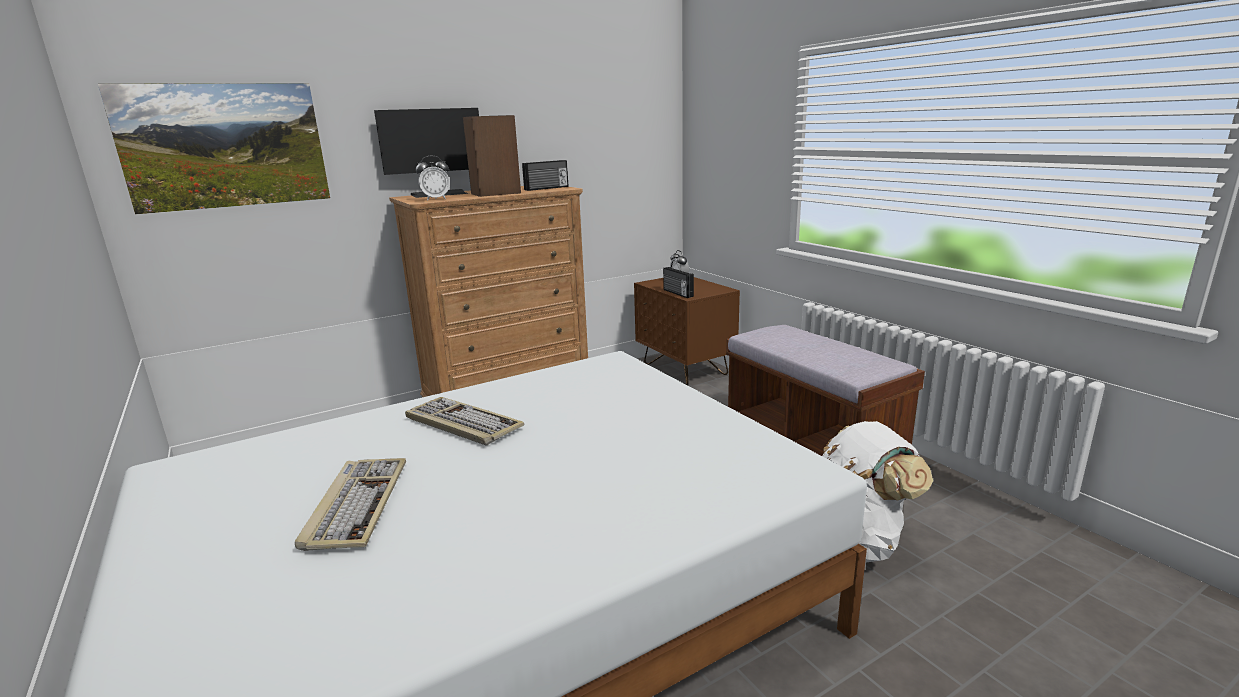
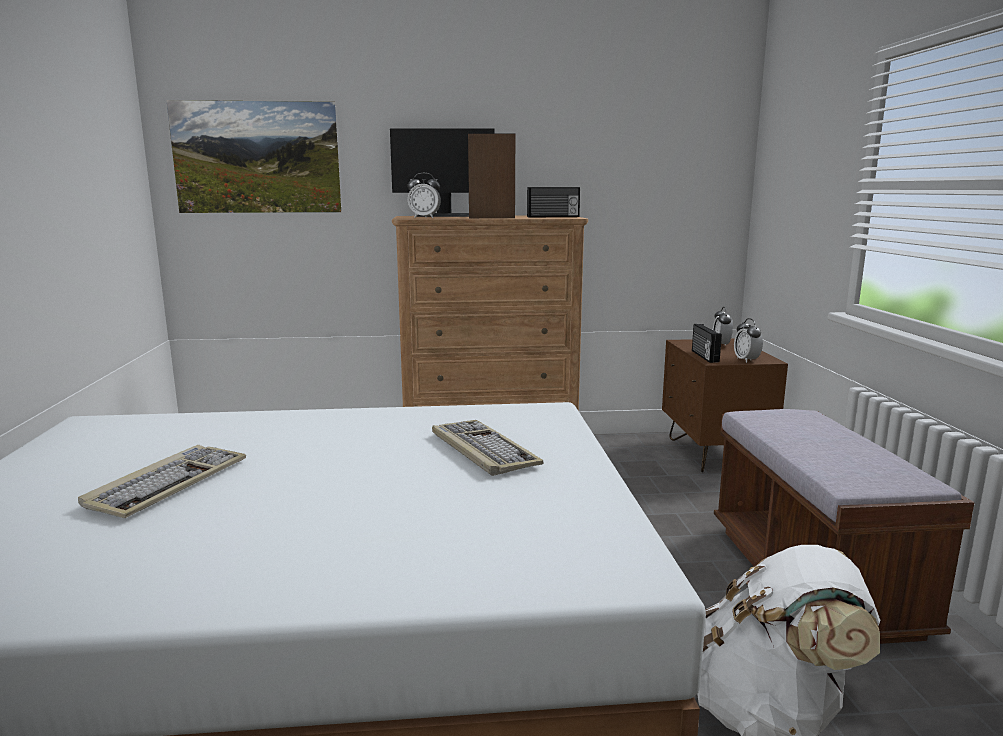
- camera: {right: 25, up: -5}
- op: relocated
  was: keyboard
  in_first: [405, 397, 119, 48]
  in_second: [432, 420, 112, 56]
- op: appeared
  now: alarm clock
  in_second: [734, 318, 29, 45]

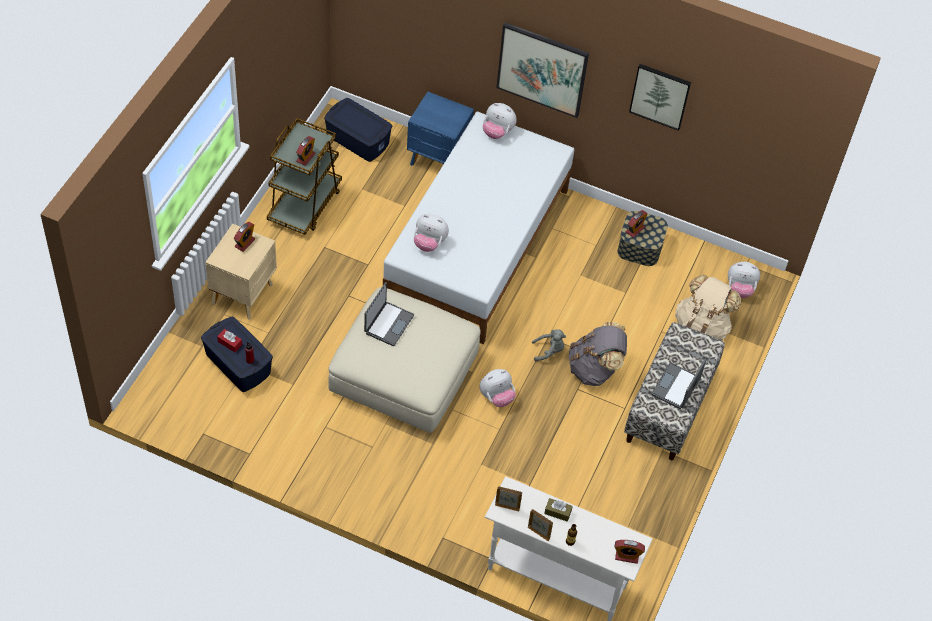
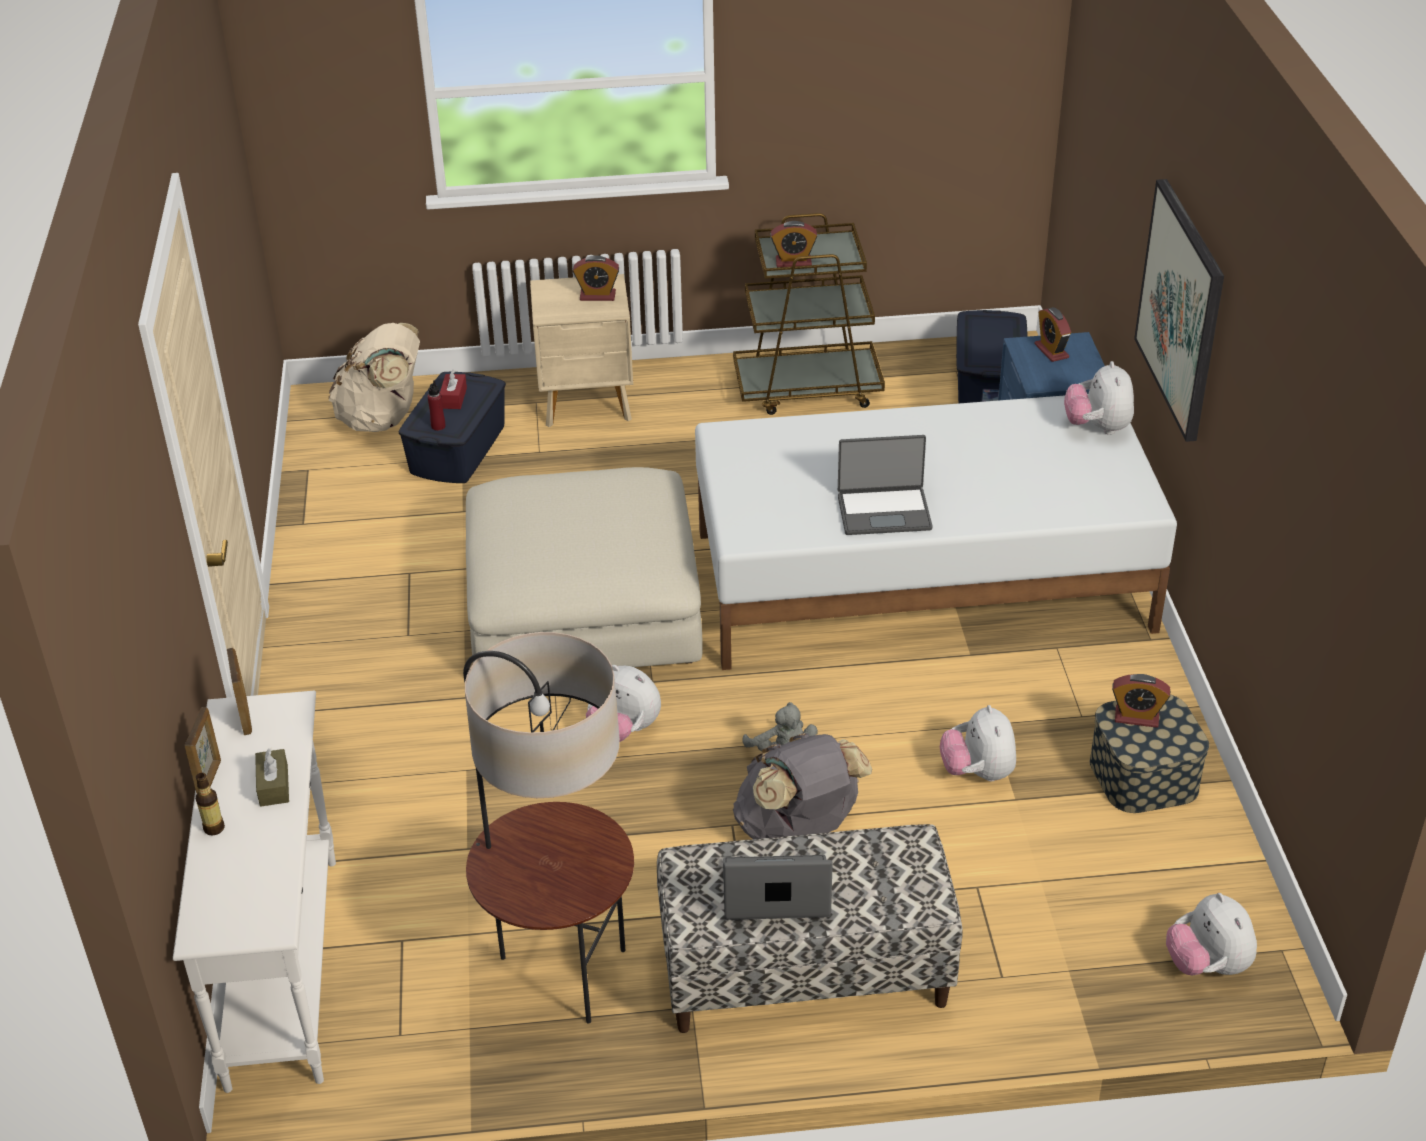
- camera: {right: 65, up: -15}
- op: relocated
  was: backpack (beige)
  in_first: [675, 275, 66, 66]
  in_second: [328, 323, 92, 109]
- op: appeared
  now: floor lamp
  in_second: [463, 632, 171, 392]
- op: relocated
  was: laptop
  in_first: [364, 282, 50, 64]
  in_second: [838, 435, 95, 100]
- op: relocated
  was: plush toy
  in_first: [414, 214, 35, 38]
  in_second: [940, 705, 76, 76]
- op: relocated
  was: alarm clock
  in_first: [615, 540, 30, 24]
  in_second: [1035, 307, 36, 55]
- op: missing
  was: picture
  in_first: [629, 64, 62, 67]

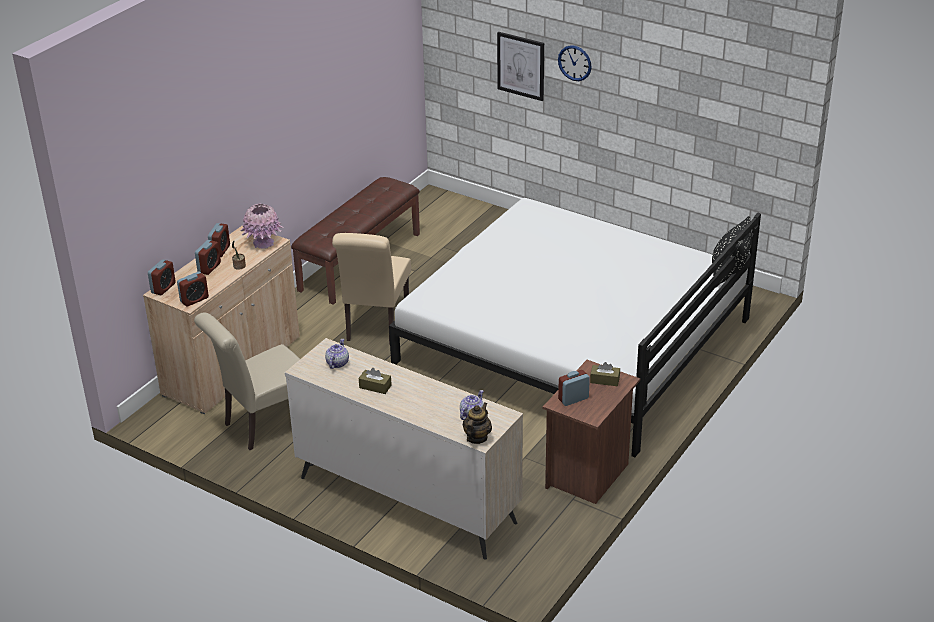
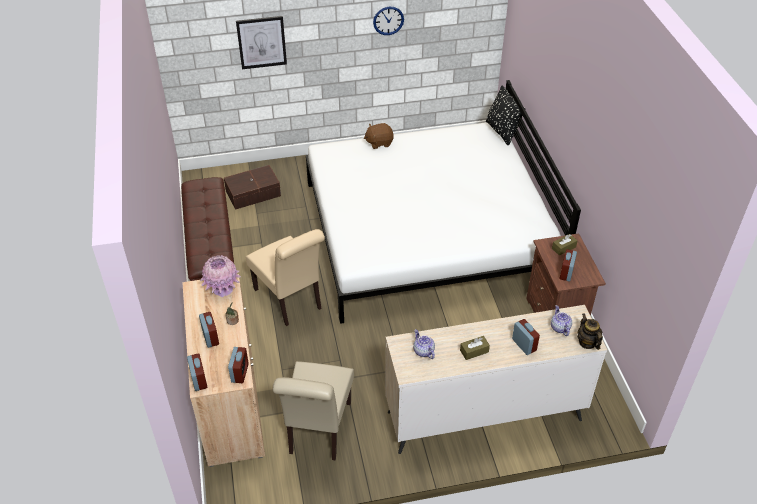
- camera: {right: -45, up: 10}
- op: appeared
  now: storage box (brown)
  in_second: [224, 165, 57, 45]
- op: appeared
  now: plush toy (brown)
  in_second: [364, 123, 30, 26]
- op: relocated
  was: wall clock
  in_first: [558, 45, 34, 36]
  in_second: [373, 7, 31, 28]
- op: relocated
  was: alarm clock
  in_first: [208, 223, 22, 34]
  in_second: [512, 319, 28, 36]

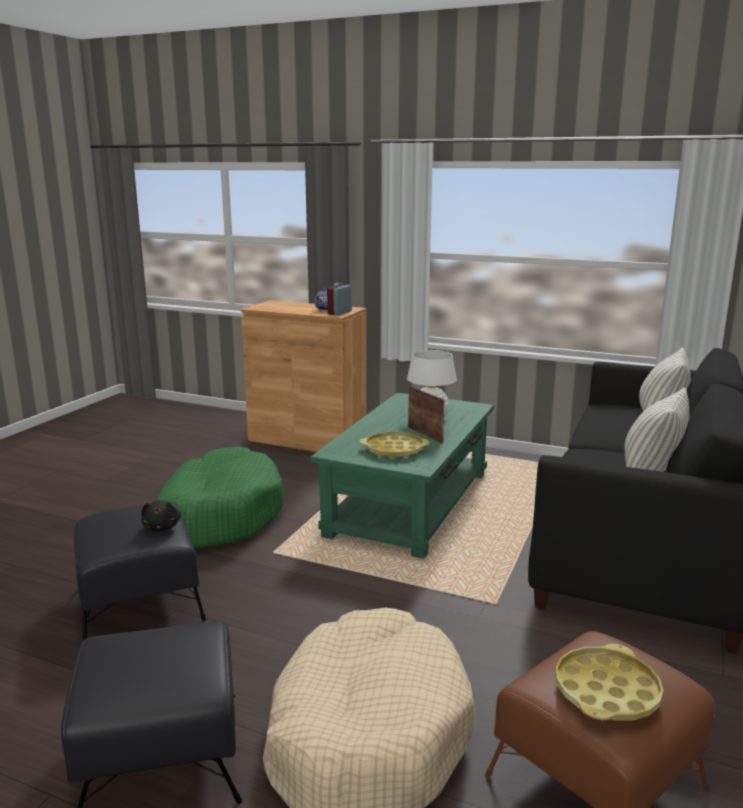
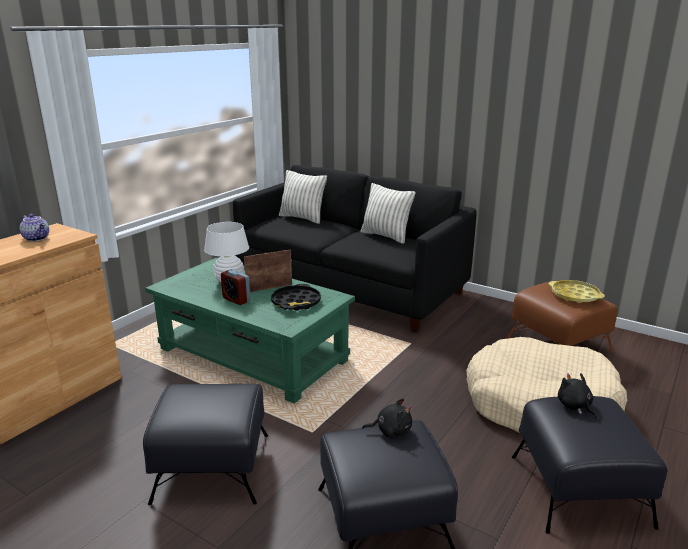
- camera: {right: -80, up: 5}
- op: exchanged
  was: dog bed (green)
  now: ottoman (black)
  in_first: [156, 446, 128, 102]
  in_second: [143, 384, 125, 121]
- op: relocated
  was: alarm clock
  in_first: [327, 283, 25, 32]
  in_second: [221, 269, 30, 36]
- op: colour
  was: tray (yellow)
  now: tray (black)
  in_first: [360, 431, 70, 27]
  in_second: [271, 284, 50, 27]
- op: appeared
  now: plush toy (black)
  in_second: [558, 373, 39, 46]

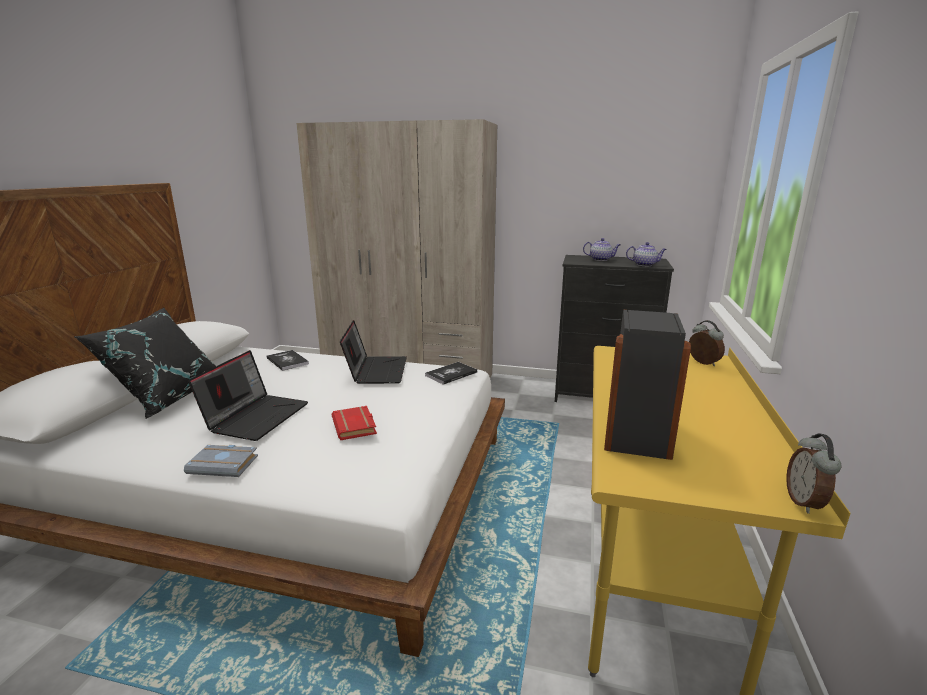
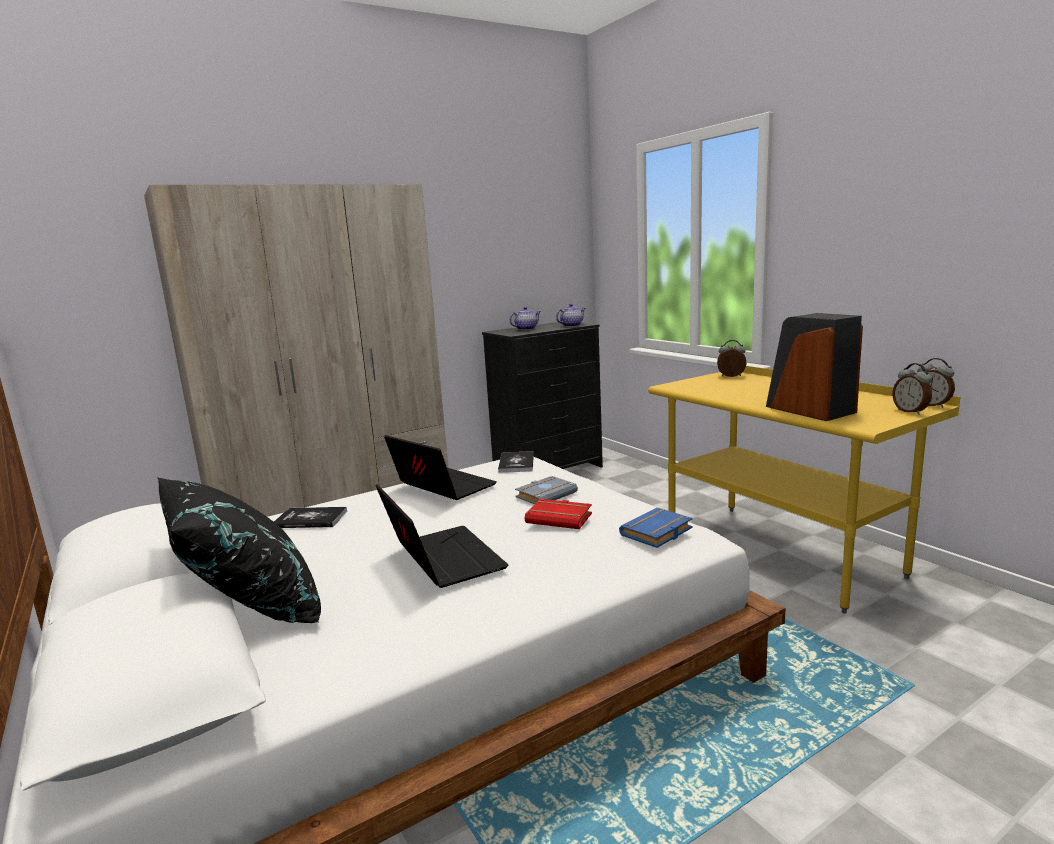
- camera: {right: -45, up: -5}
- op: relocated
  was: book (grey)
  in_first: [184, 445, 74, 32]
  in_second: [515, 476, 63, 29]
- op: appeared
  now: book (blue)
  in_second: [619, 508, 74, 40]
- op: appeared
  now: alarm clock
  in_second: [892, 363, 40, 52]

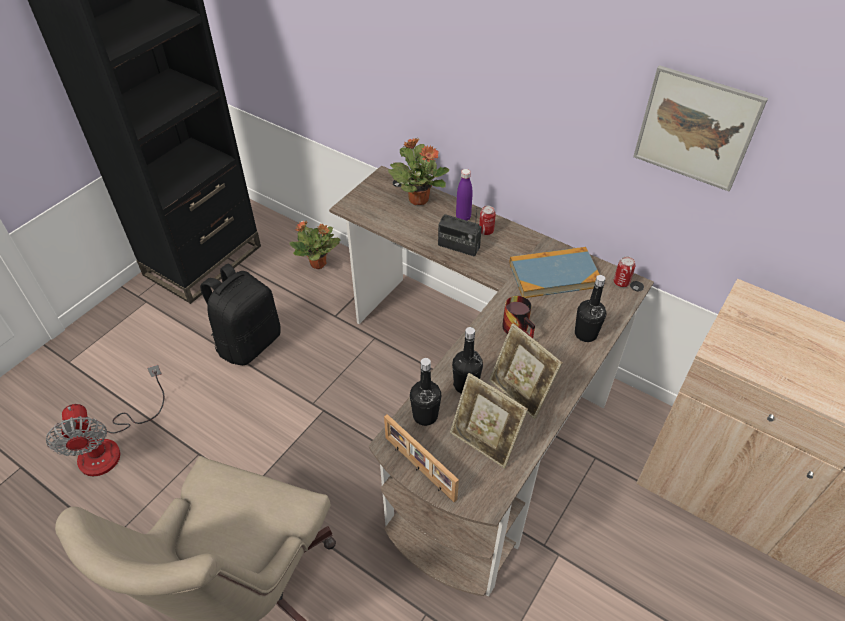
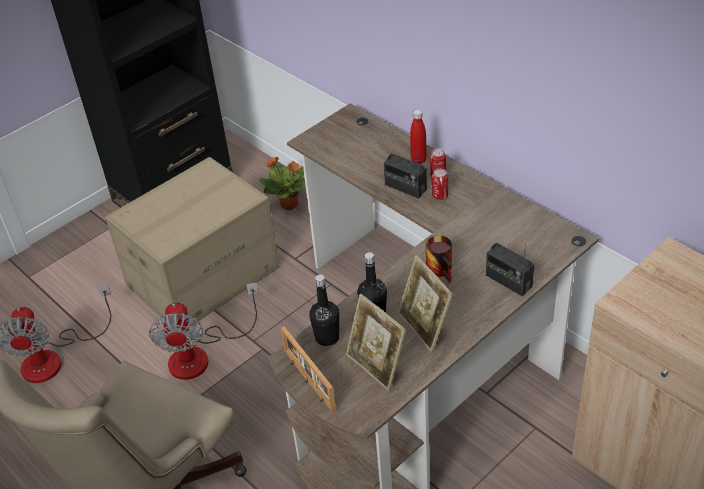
- camera: {right: 15, up: -5}
- op: exchanged
  was: backpack (black)
  now: cardboard box
  in_first: [200, 263, 81, 102]
  in_second: [105, 157, 174, 169]
- op: appeared
  now: fan
  in_second: [149, 283, 109, 97]
- op: colour
  was: bottle (purple)
  now: bottle (red)
  in_first: [456, 169, 17, 52]
  in_second: [410, 110, 17, 54]
- op: relocated
  was: can
  in_first: [614, 256, 22, 31]
  in_second: [432, 169, 16, 31]
- op: exchanged
  was: bottle (black)
  now: radio
  in_first: [575, 275, 31, 67]
  in_second: [486, 243, 48, 53]
- op: missing
  was: potted plant
  in_first: [388, 138, 61, 67]
- op: missing
  was: book
  in_first: [509, 247, 91, 51]
- op: missing
  was: picture
  in_first: [633, 65, 135, 126]

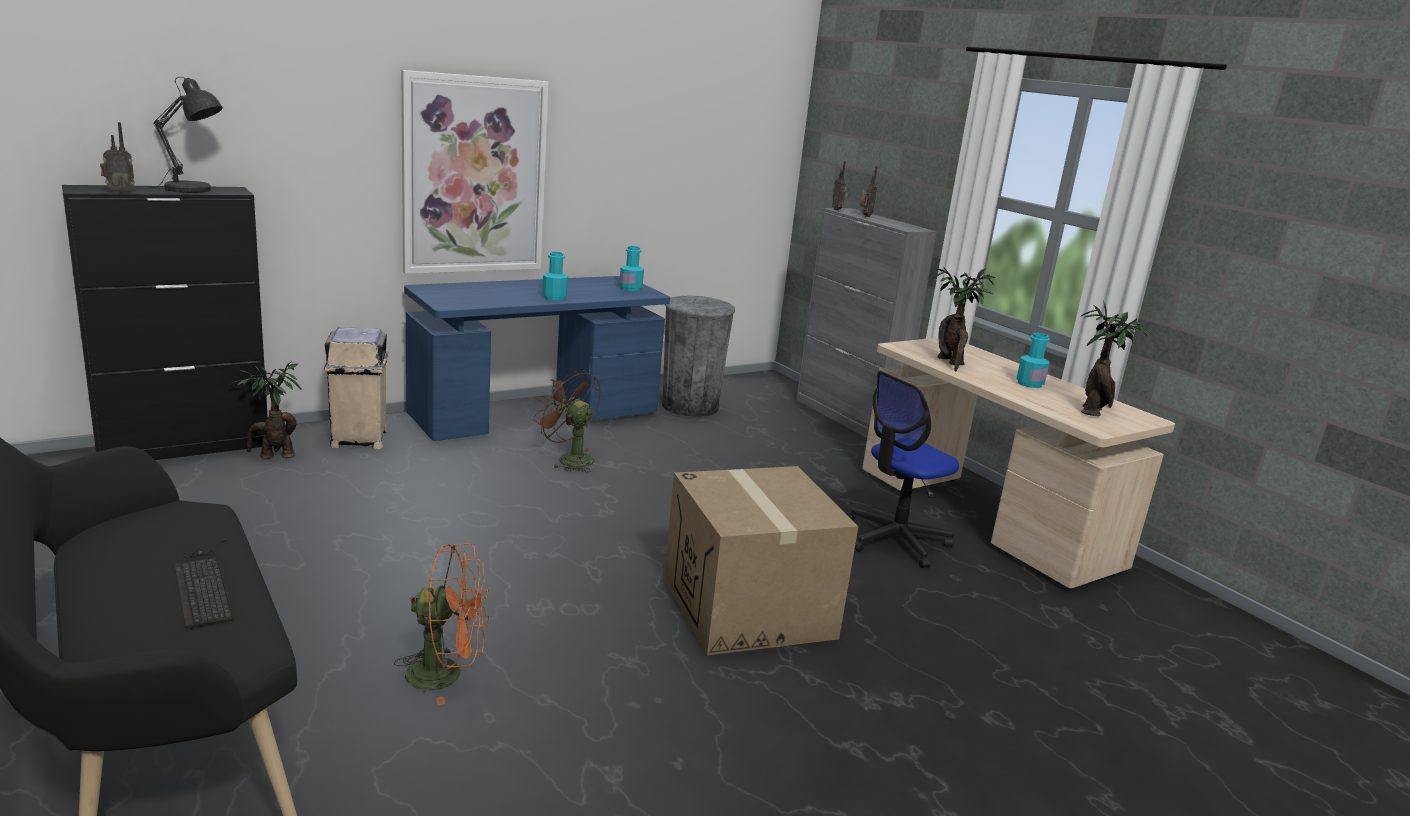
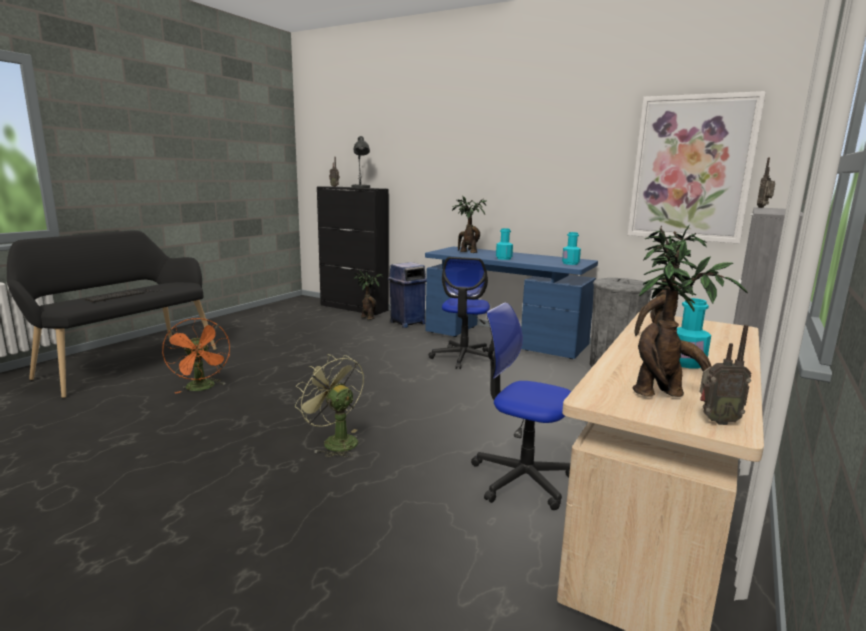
- camera: {right: 65, up: -5}
- op: exchanged
  was: cardboard box
  now: fan (green)
  in_first: [664, 466, 194, 189]
  in_second: [295, 354, 69, 103]
- op: colour
  was: trash can (beige)
  now: trash can (blue)
  in_first: [324, 327, 65, 122]
  in_second: [388, 262, 38, 66]
- op: exchanged
  was: fan (brown)
  now: office chair
  in_first: [534, 369, 67, 103]
  in_second: [428, 257, 62, 112]
- op: appeared
  now: potted plant
  in_second: [452, 196, 34, 57]
- op: relocated
  was: picture
  in_first: [401, 70, 148, 204]
  in_second: [628, 91, 138, 153]
- op: relocated
  was: radio
  in_first: [860, 166, 17, 51]
  in_second: [700, 325, 52, 100]

